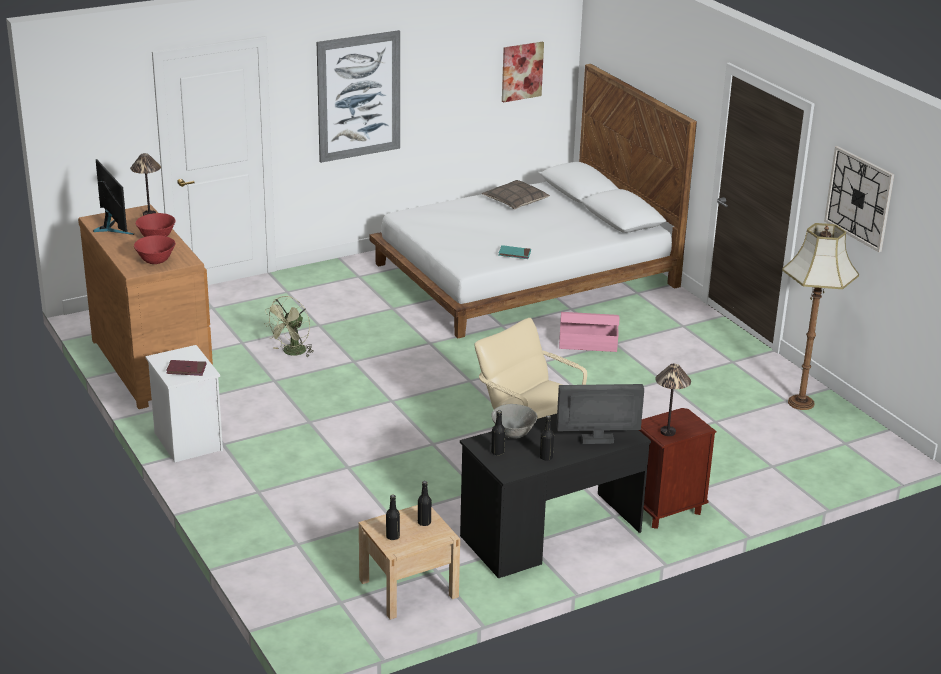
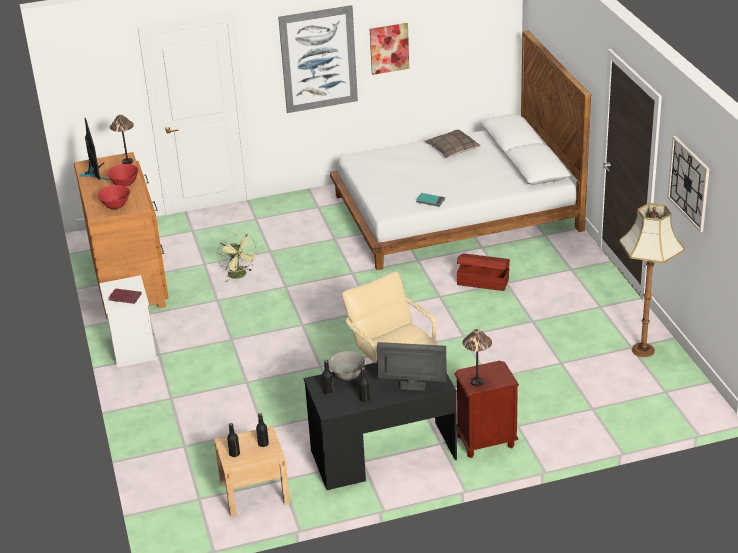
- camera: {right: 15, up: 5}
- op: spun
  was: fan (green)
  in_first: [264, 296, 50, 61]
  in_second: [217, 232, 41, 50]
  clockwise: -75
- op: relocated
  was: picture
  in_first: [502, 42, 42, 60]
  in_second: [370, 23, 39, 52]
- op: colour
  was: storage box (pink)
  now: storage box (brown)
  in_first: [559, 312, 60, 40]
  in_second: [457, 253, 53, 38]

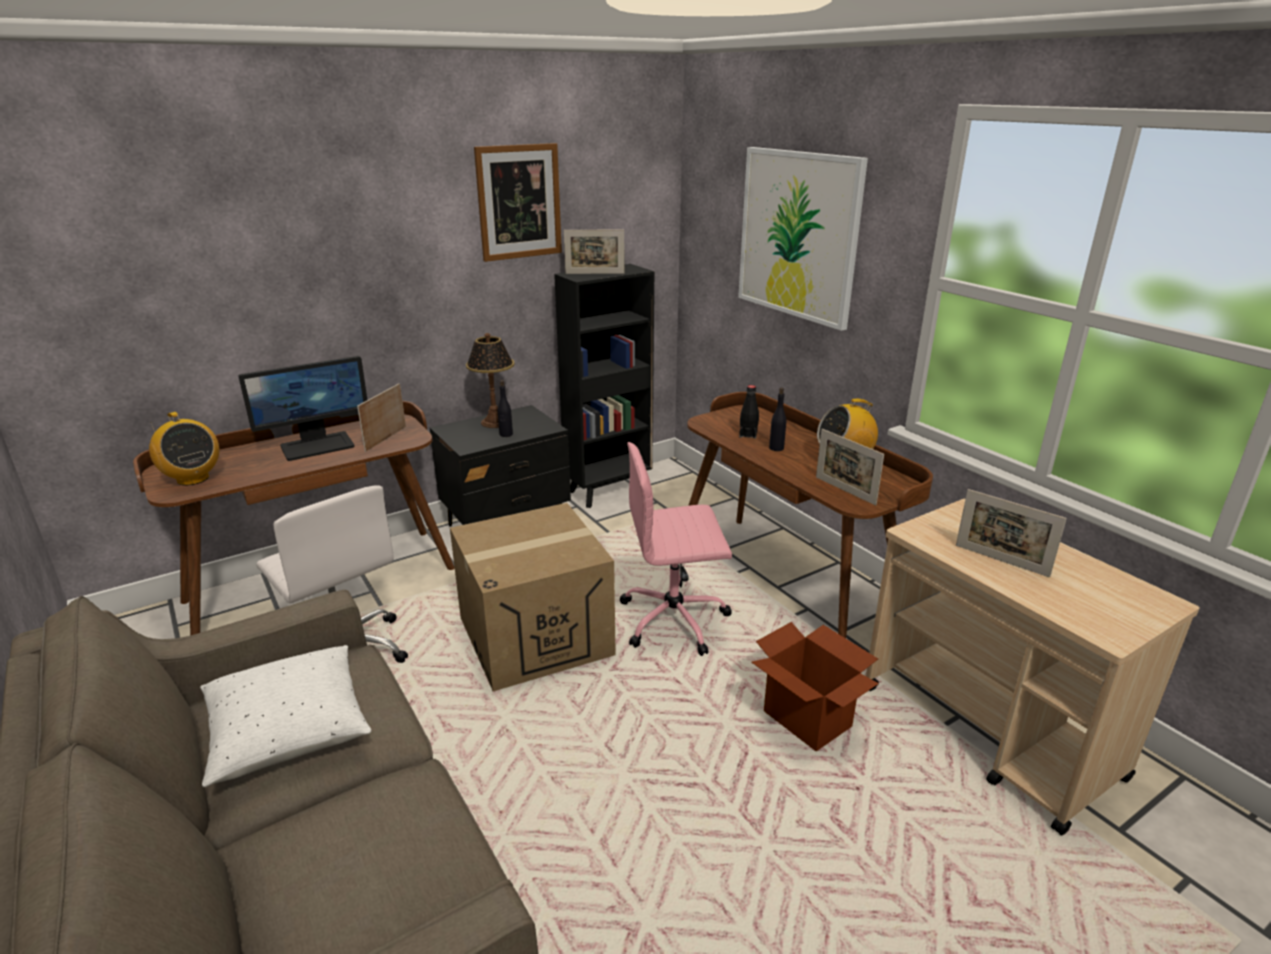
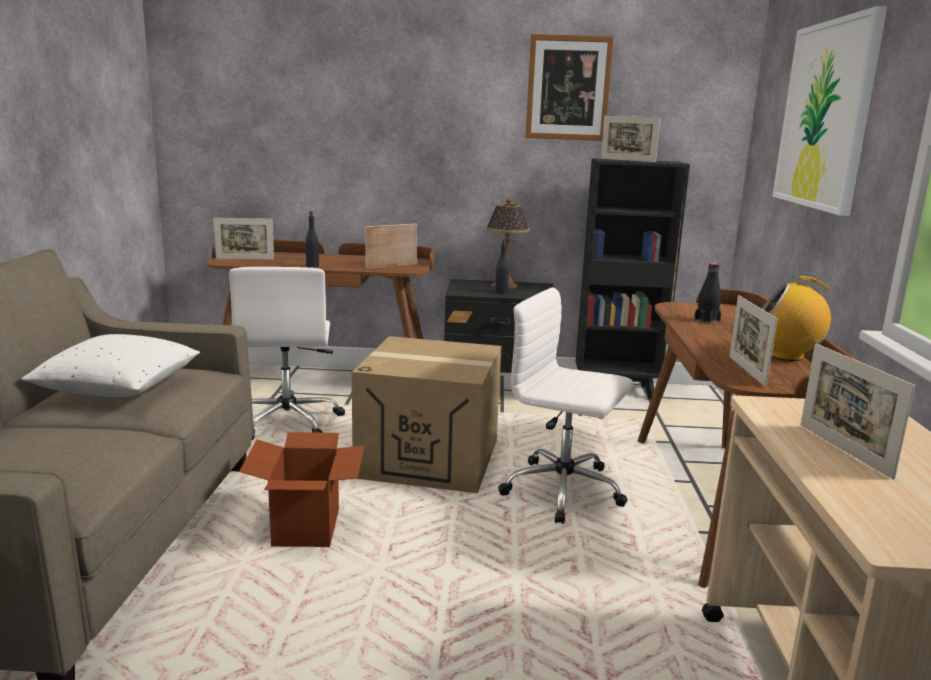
- camera: {right: 35, up: -10}
- op: exchanged
  was: radio
  now: picture frame
  in_first: [149, 412, 70, 74]
  in_second: [213, 218, 61, 42]
- op: relocated
  was: cardboard box
  in_first: [751, 622, 128, 129]
  in_second: [239, 432, 126, 115]
- op: relocated
  was: bottle (black)
  in_first: [769, 388, 17, 63]
  in_second: [305, 211, 14, 57]
- op: colour
  was: office chair (pink)
  now: office chair (white)
  in_first: [620, 442, 112, 214]
  in_second: [498, 287, 135, 237]
- op: missing
  was: monitor
  in_first: [238, 356, 129, 105]

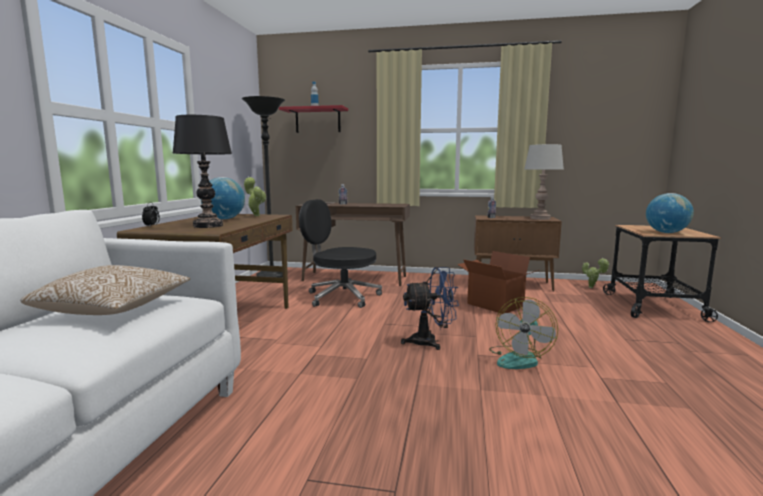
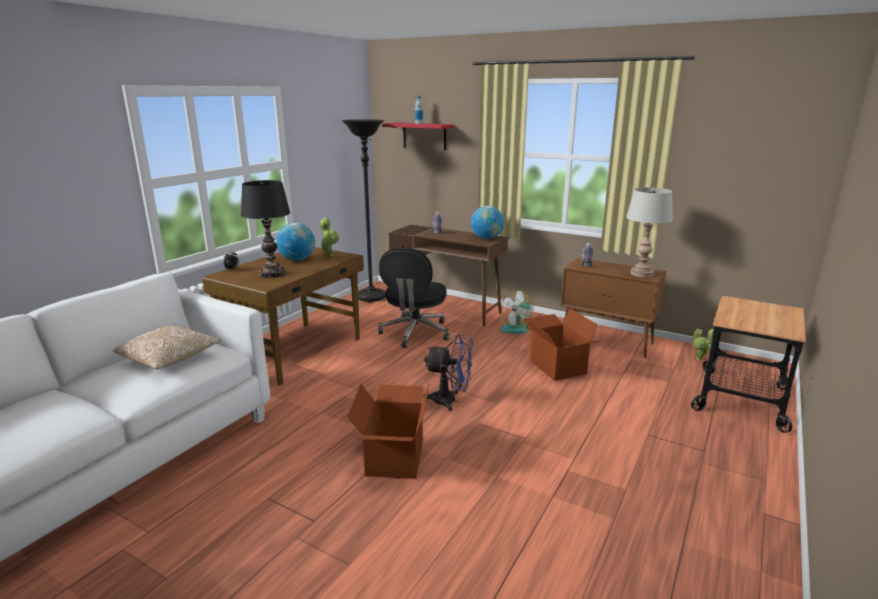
- camera: {right: 20, up: 10}
- op: appeared
  now: cardboard box
  in_second: [347, 383, 83, 96]
- op: spun
  was: office chair (black)
  in_first: [299, 199, 83, 109]
  in_second: [378, 248, 72, 100]
  clockwise: -120
- op: relocated
  was: globe
  in_first: [646, 193, 48, 40]
  in_second: [471, 206, 33, 33]
- op: relocated
  was: fan
  in_first: [489, 297, 69, 72]
  in_second: [500, 289, 33, 45]

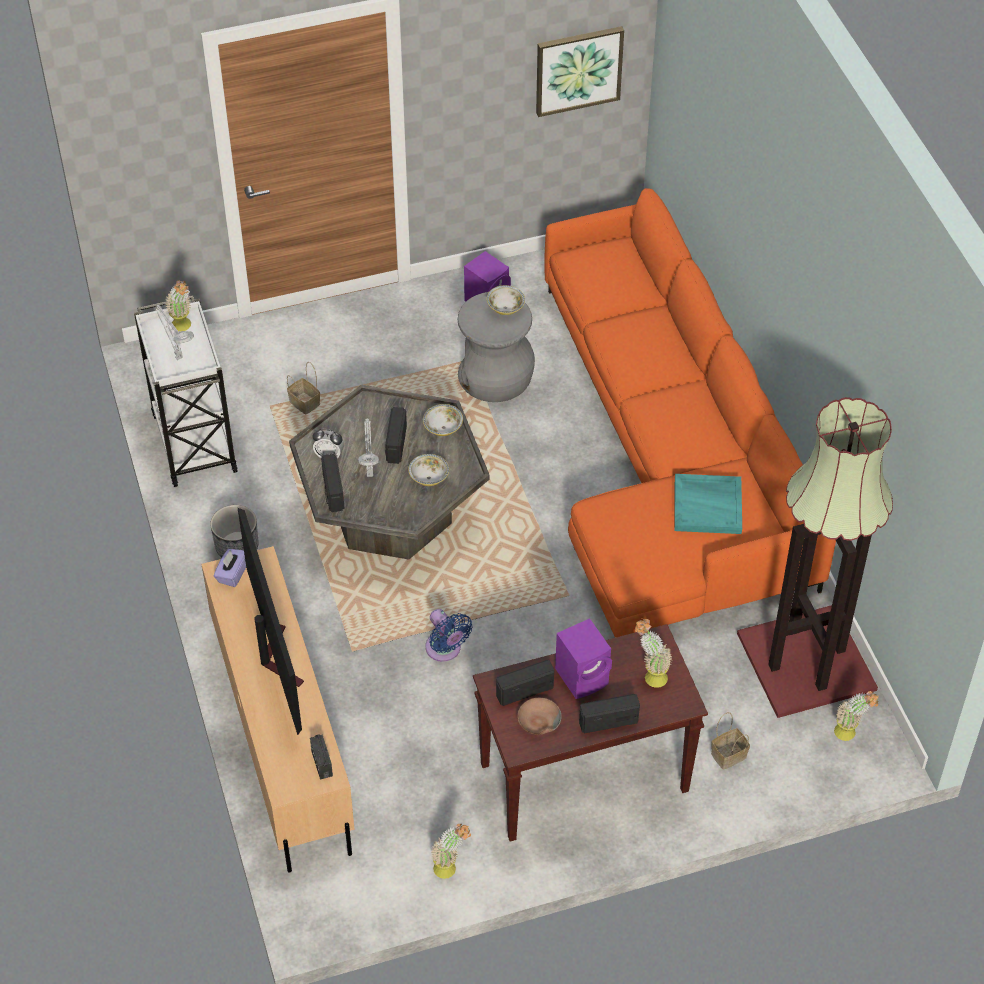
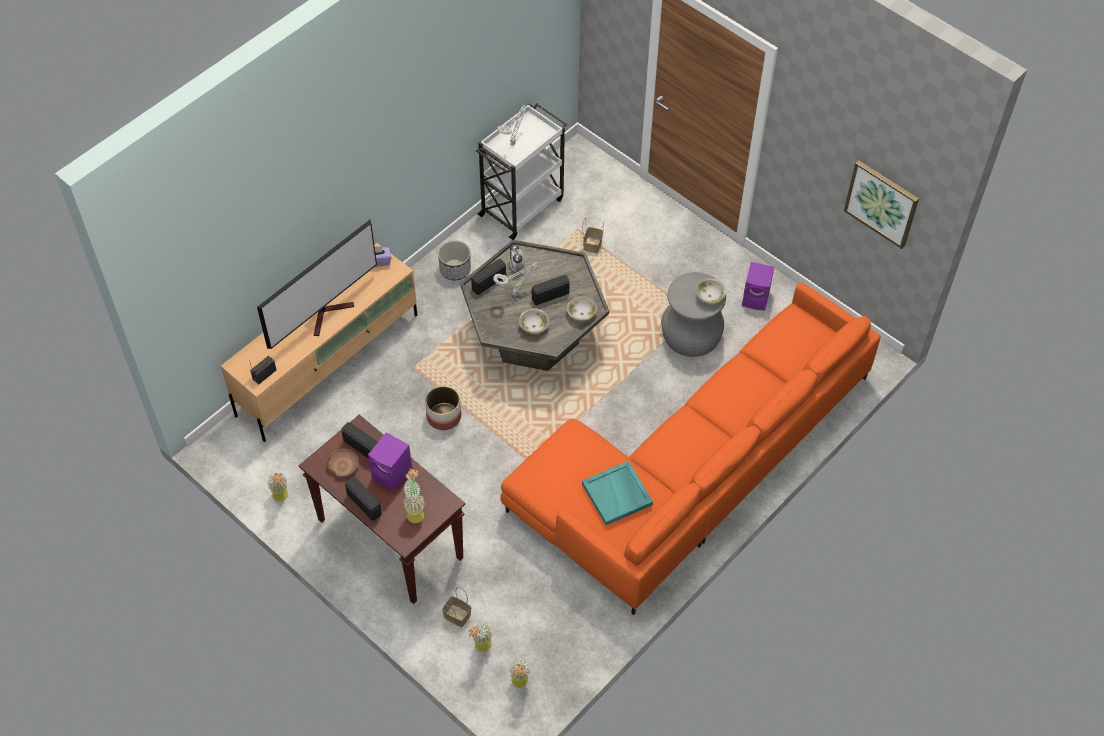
- camera: {right: 60, up: 5}
- op: exchanged
  was: fan (blue)
  now: planter
  in_first: [425, 609, 48, 53]
  in_second: [425, 386, 36, 44]
- op: relocated
  was: potted plant
  in_first: [165, 281, 26, 51]
  in_second: [468, 623, 25, 29]
- op: missing
  was: floor lamp
  in_first: [737, 397, 156, 321]

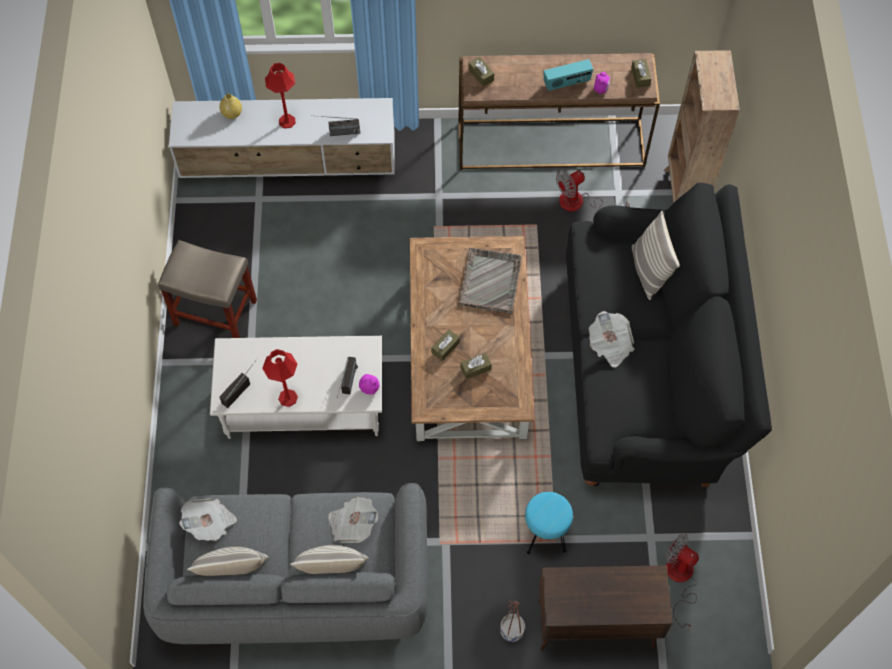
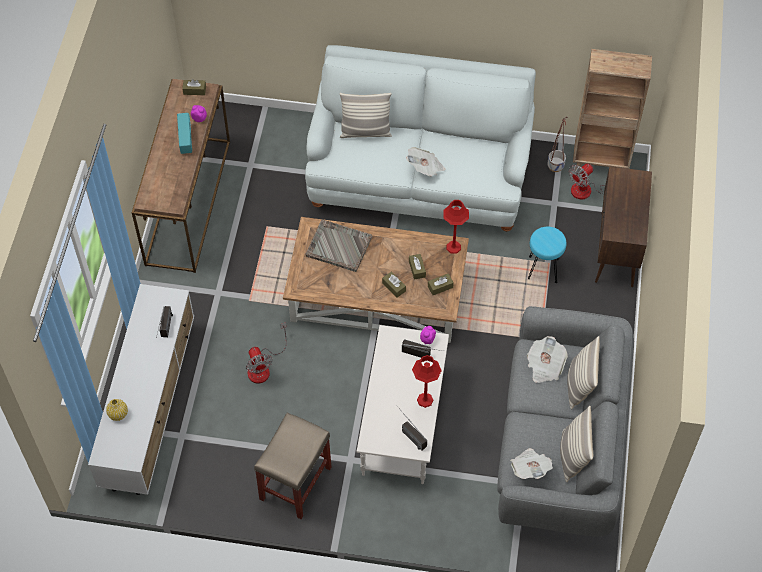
- camera: {right: -80, up: -5}
- op: relocated
  was: fan
  in_first: [556, 170, 74, 41]
  in_second: [246, 322, 41, 62]
- op: colour
  was: sofa (black)
  now: sofa (white)
  in_first: [566, 183, 206, 304]
  in_second: [305, 45, 231, 187]
- op: relocated
  was: tissue box (brown)
  in_first: [468, 57, 26, 29]
  in_second: [428, 274, 26, 21]
- op: relocated
  was: table lamp (red)
  in_first: [265, 63, 31, 66]
  in_second: [443, 200, 26, 53]
- op: relocated
  was: planter
  in_first: [500, 600, 25, 42]
  in_second: [547, 117, 21, 55]
- op: relocated
  was: bookcase (brown)
  in_first: [664, 50, 76, 153]
  in_second: [573, 49, 79, 122]

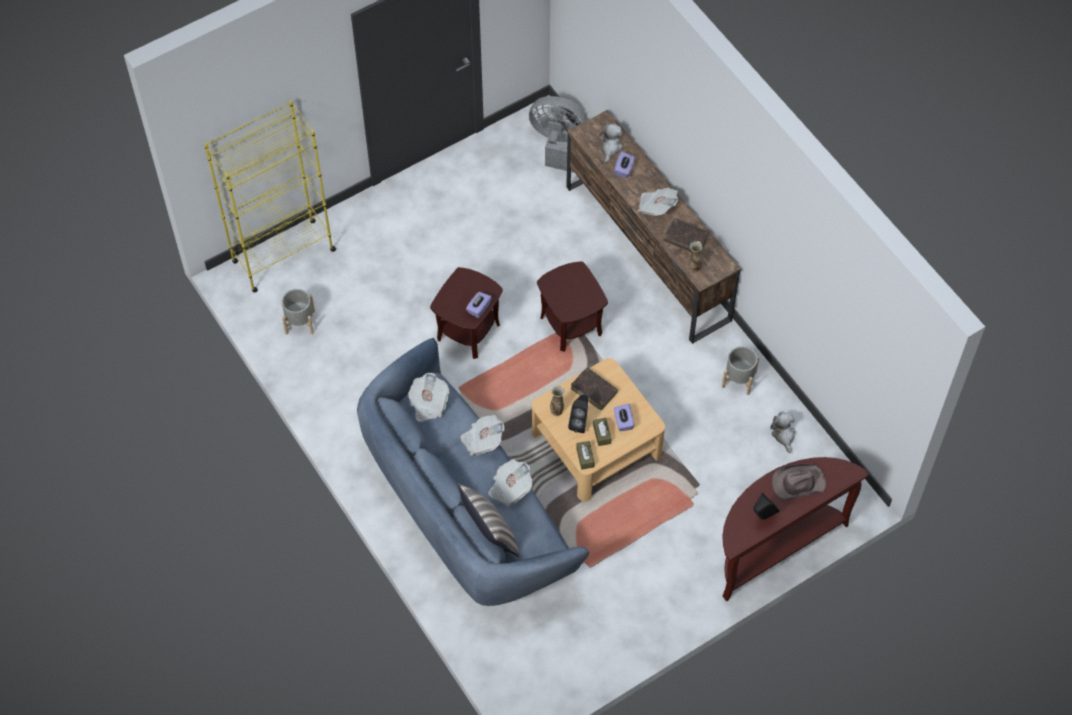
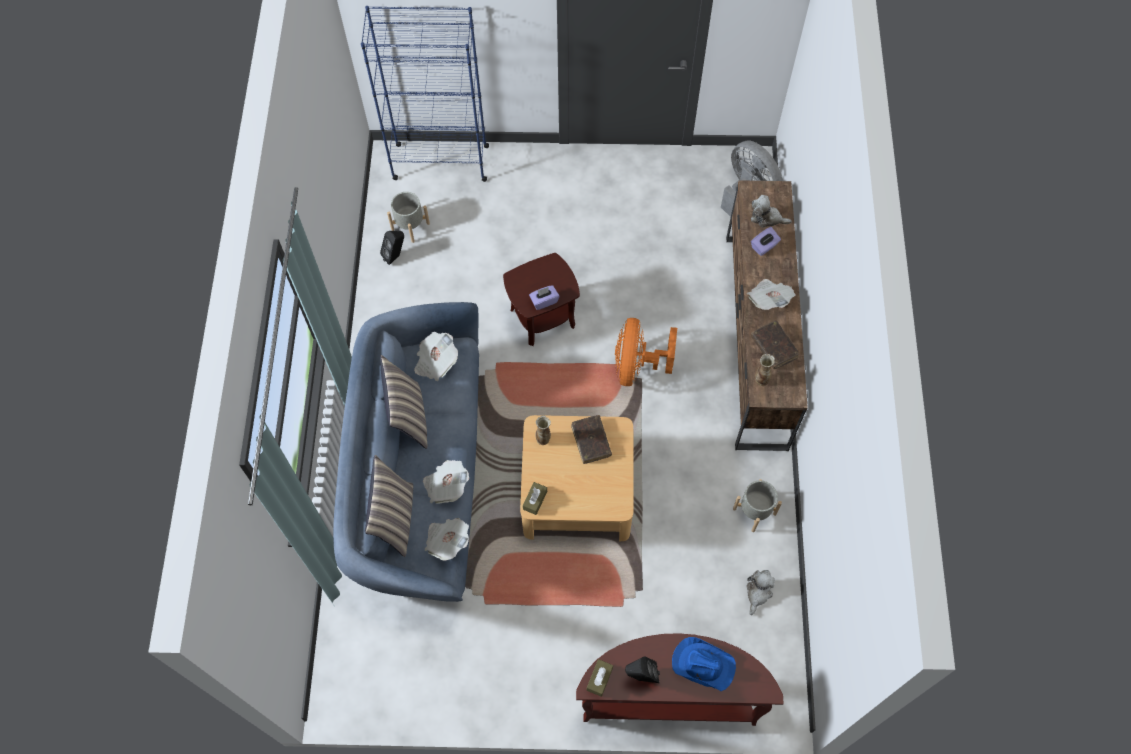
- camera: {right: 35, up: 5}
- op: colour
  was: bookcase (yellow)
  now: bookcase (blue)
  in_first: [204, 101, 132, 192]
  in_second: [361, 6, 128, 176]
- op: relocated
  was: speaker (black)
  in_first: [568, 395, 20, 38]
  in_second: [380, 231, 24, 34]
- op: appeared
  now: pillow
  in_second: [380, 355, 47, 94]
- op: relocated
  was: newspaper
  in_first: [460, 415, 45, 41]
  in_second: [425, 518, 44, 42]
- op: relocated
  was: tissue box (brown)
  in_first: [593, 418, 19, 28]
  in_second: [587, 659, 26, 38]
- op: exchanged
  was: side table (brown)
  now: fan (orange)
  in_first: [537, 261, 71, 91]
  in_second: [615, 318, 62, 68]
- op: colour
  was: hat (brown)
  now: hat (blue)
  in_first: [772, 463, 54, 36]
  in_second: [672, 637, 64, 54]
- op: spun
  was: plush toy
  in_first: [599, 123, 24, 40]
  in_second: [751, 195, 41, 33]
  clockwise: -120
- op: missing
  was: tissue box (purple)
  in_first: [614, 403, 20, 28]

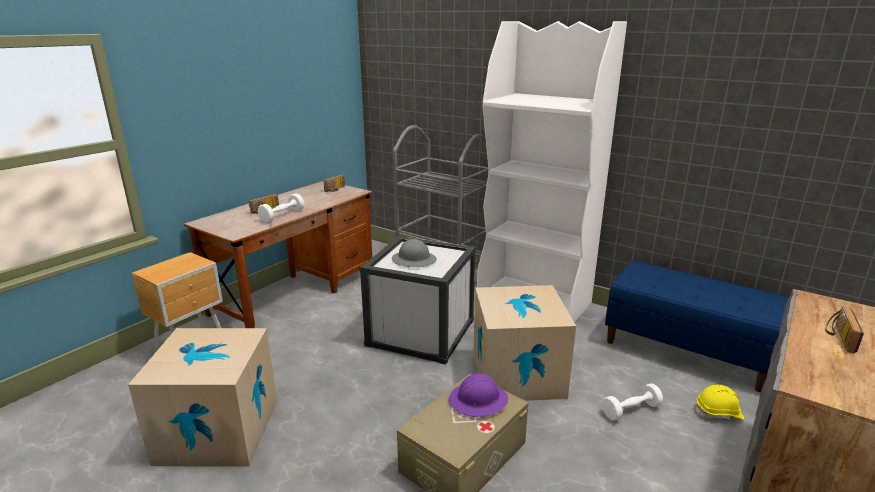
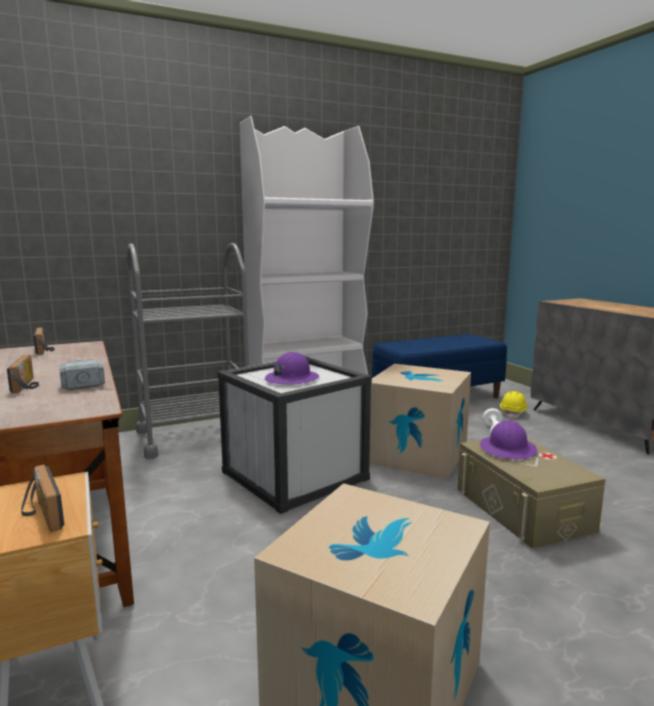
- camera: {right: -60, up: -10}
- op: relocated
  was: radio
  in_first: [825, 306, 39, 47]
  in_second: [21, 464, 43, 68]
- op: exchanged
  was: dumbbell (white)
  now: hammer
  in_first: [258, 194, 46, 29]
  in_second: [59, 358, 46, 32]
- op: colour
  was: hard hat (grey)
  now: hard hat (purple)
  in_first: [392, 239, 45, 28]
  in_second: [265, 352, 54, 33]

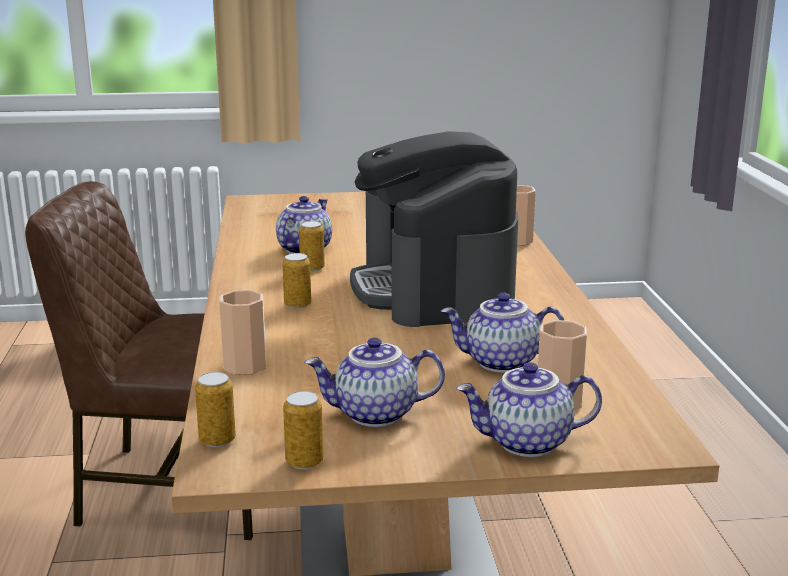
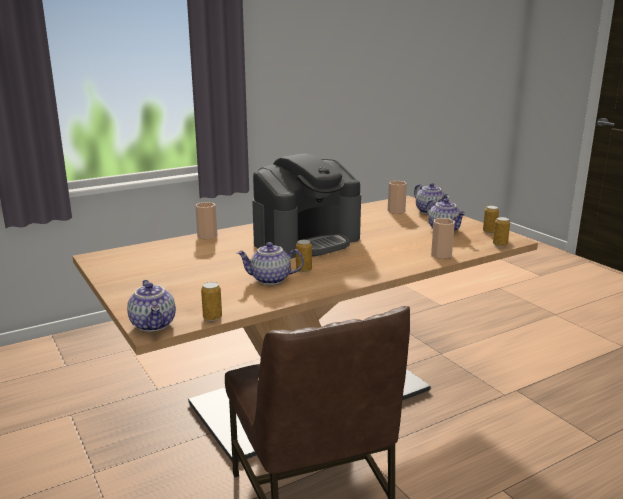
- camera: {right: -115, up: 0}
- op: relocated
  was: teapot
  in_first: [440, 293, 125, 80]
  in_second: [127, 280, 49, 52]
- op: relocated
  was: can
  in_first: [282, 253, 29, 56]
  in_second: [201, 282, 21, 39]

